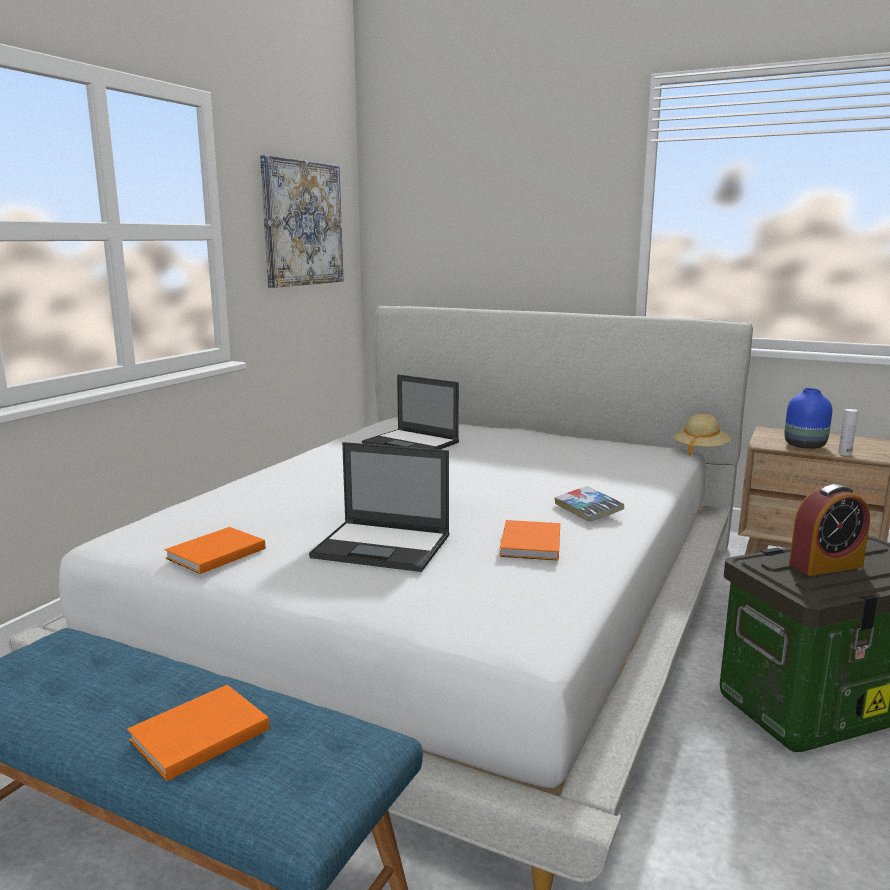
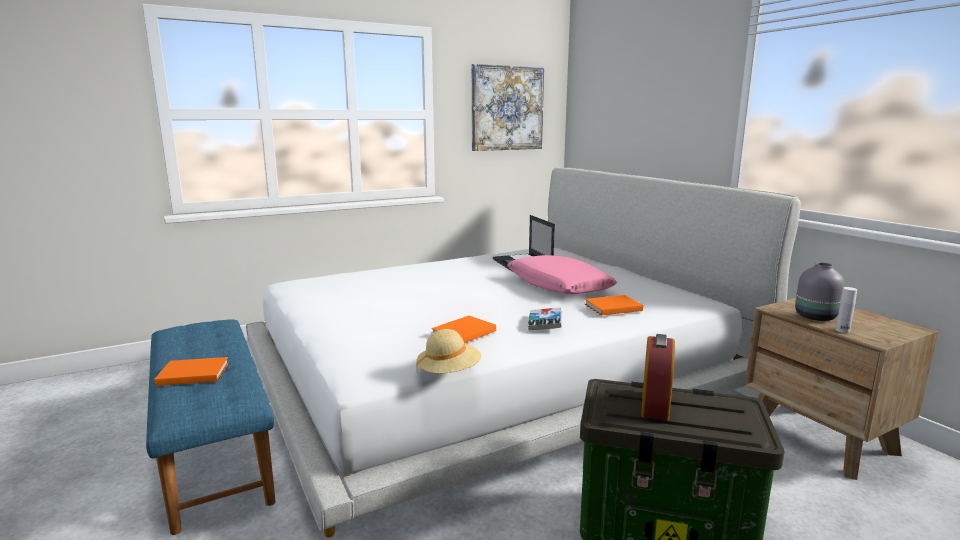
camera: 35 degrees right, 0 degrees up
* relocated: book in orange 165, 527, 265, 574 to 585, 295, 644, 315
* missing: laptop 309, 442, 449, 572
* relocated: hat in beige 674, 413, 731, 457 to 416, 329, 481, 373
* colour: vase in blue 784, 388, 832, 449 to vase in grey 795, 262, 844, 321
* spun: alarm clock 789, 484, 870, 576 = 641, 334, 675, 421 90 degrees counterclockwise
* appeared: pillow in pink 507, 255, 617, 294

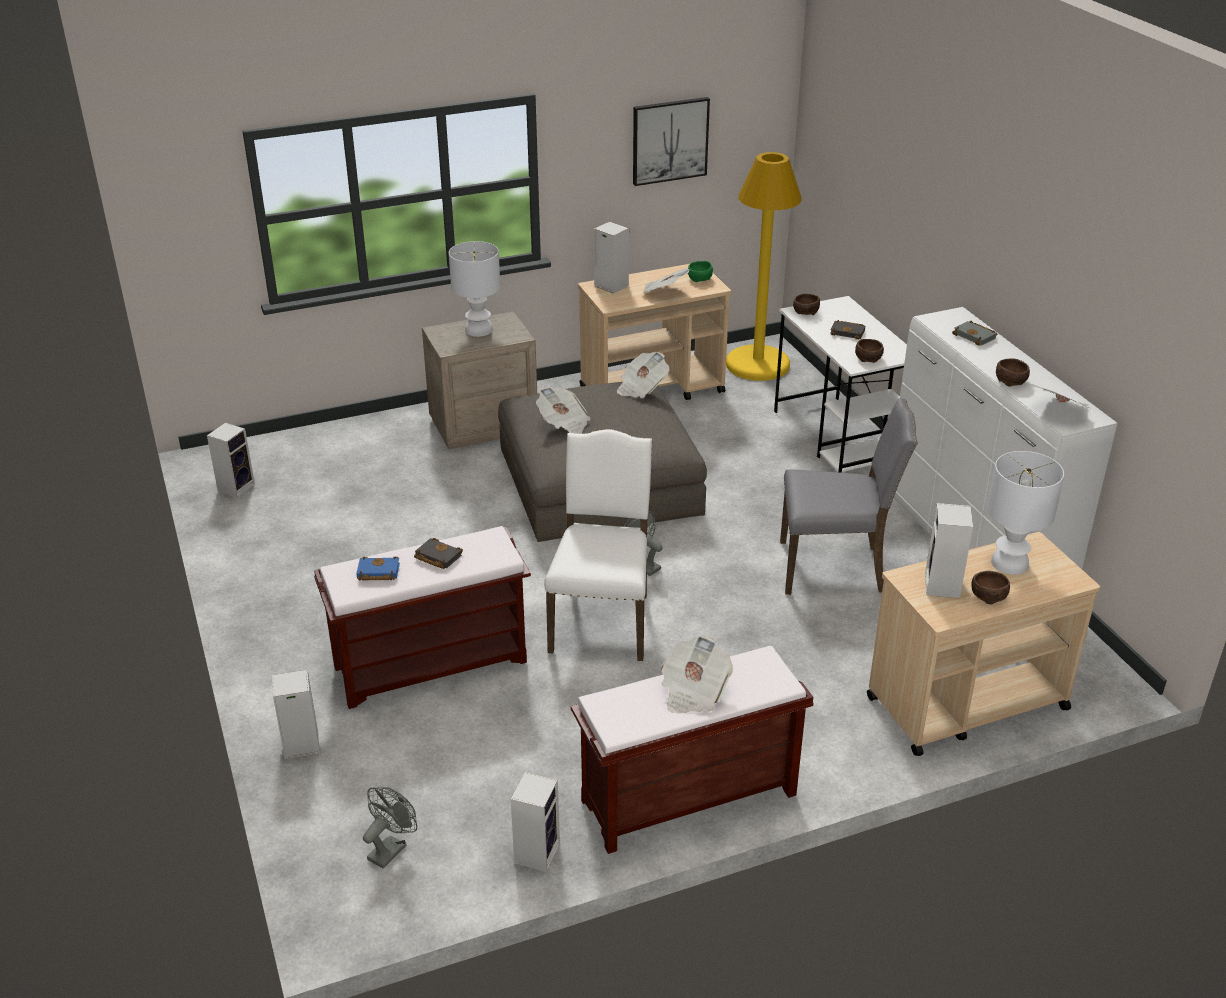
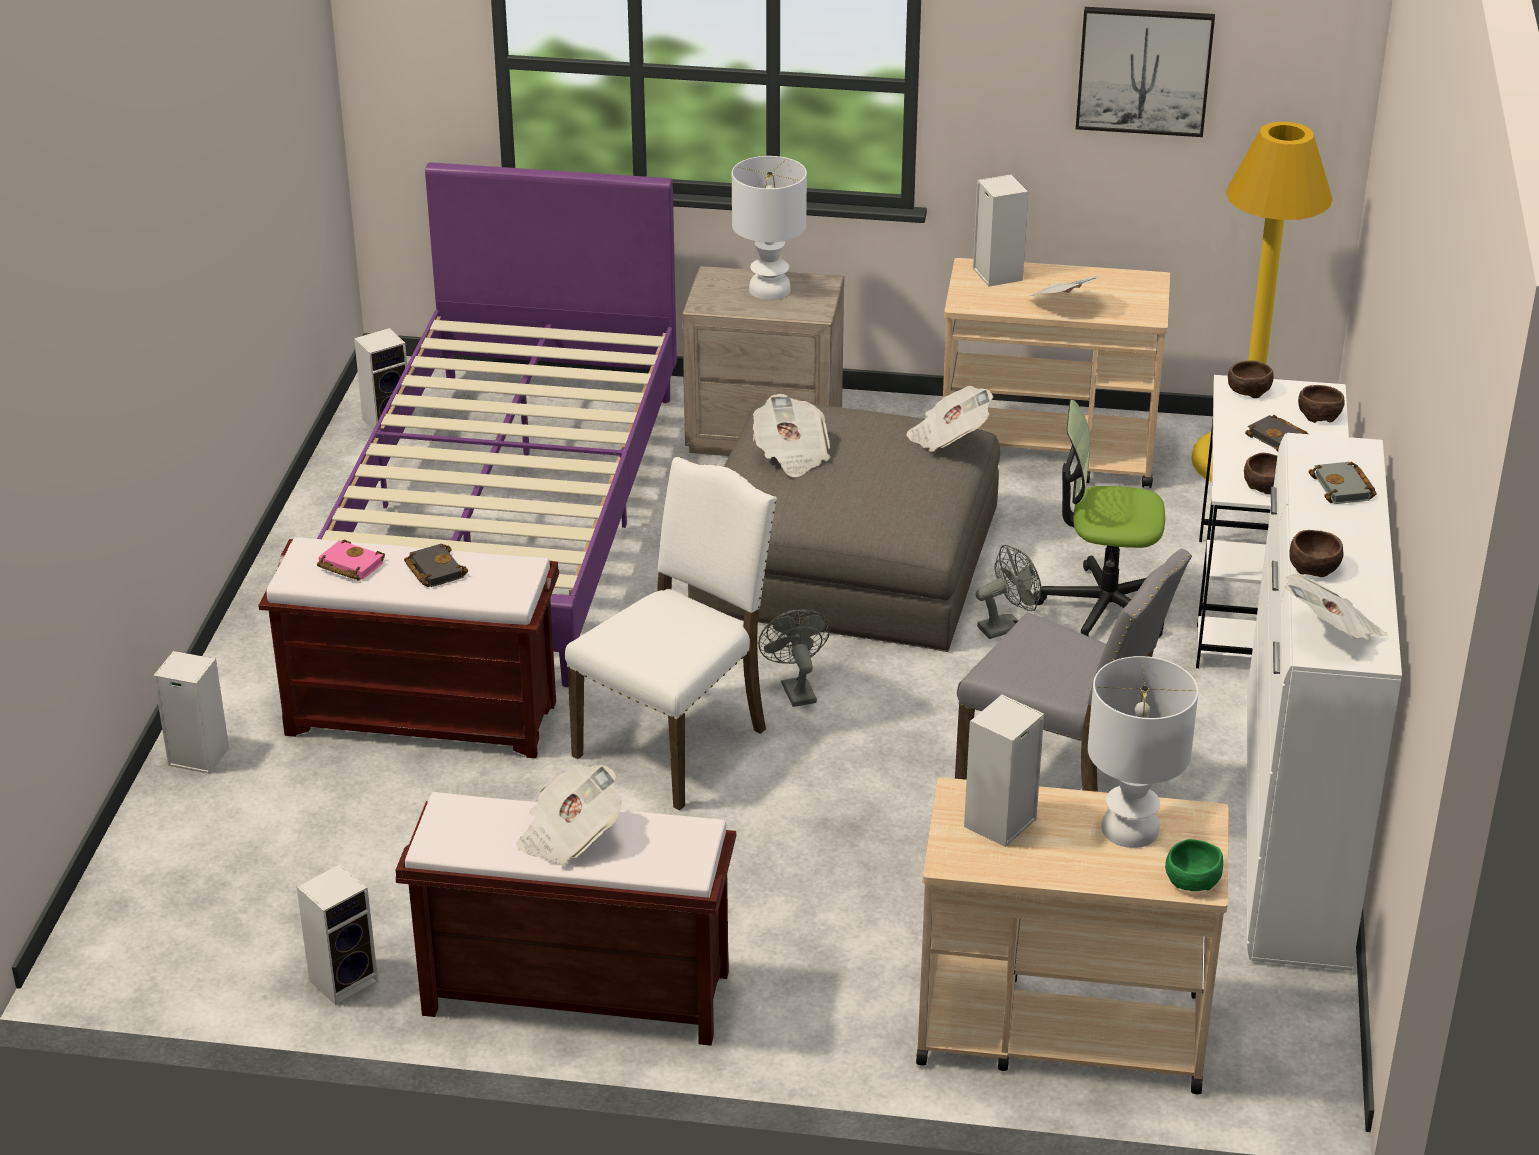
camera: 30 degrees right, 0 degrees up
* colour: book in blue 356, 557, 400, 581 to book in pink 317, 539, 385, 581
* relocated: fan in grey 363, 787, 417, 868 to 976, 545, 1041, 639
* relocated: bowl in green 688, 261, 713, 282 to 1165, 839, 1223, 891
* relocated: bowl in brown 971, 571, 1010, 604 to 1298, 385, 1345, 423
* appeared: bed in purple 317, 162, 677, 687
* appeared: office chair 1033, 400, 1165, 638

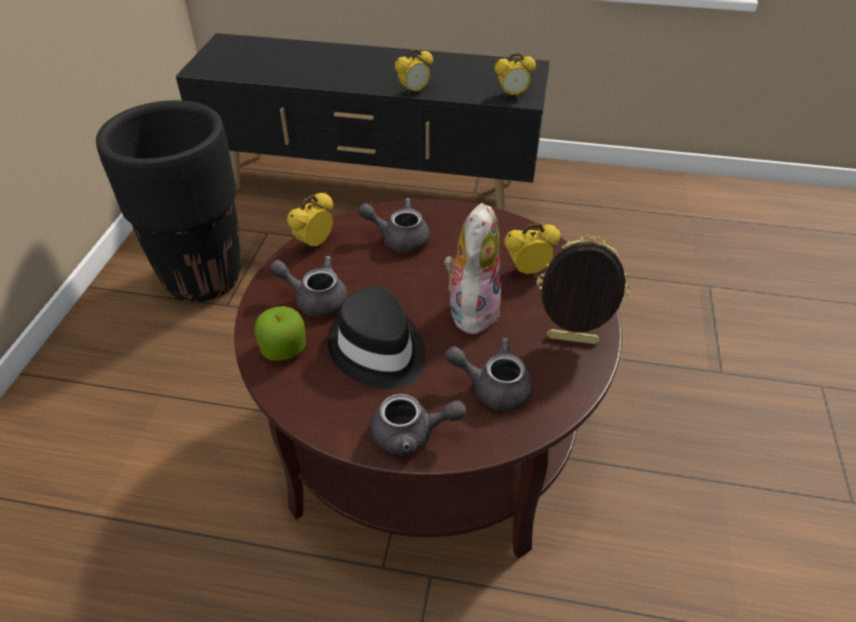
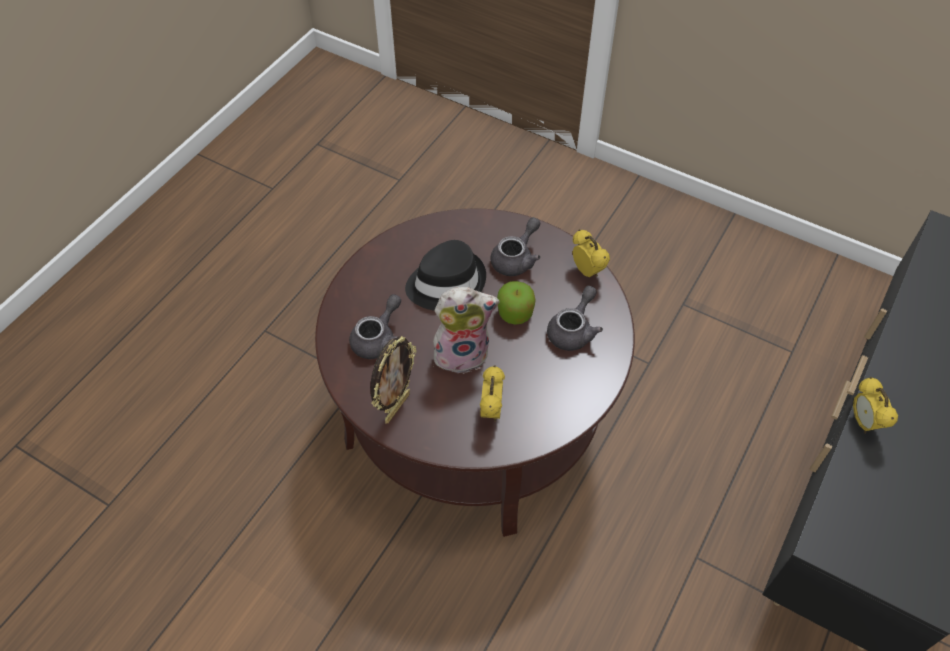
camera: 110 degrees right, 10 degrees up
* missing: planter in black 96, 100, 241, 302
* relocated: apple 255, 306, 306, 361 to 497, 281, 536, 325
* missing: teapot in grey 370, 394, 466, 456
* spun: plush toy 444, 203, 501, 335 = 433, 287, 500, 375 45 degrees counterclockwise
* missing: alarm clock 495, 53, 536, 98

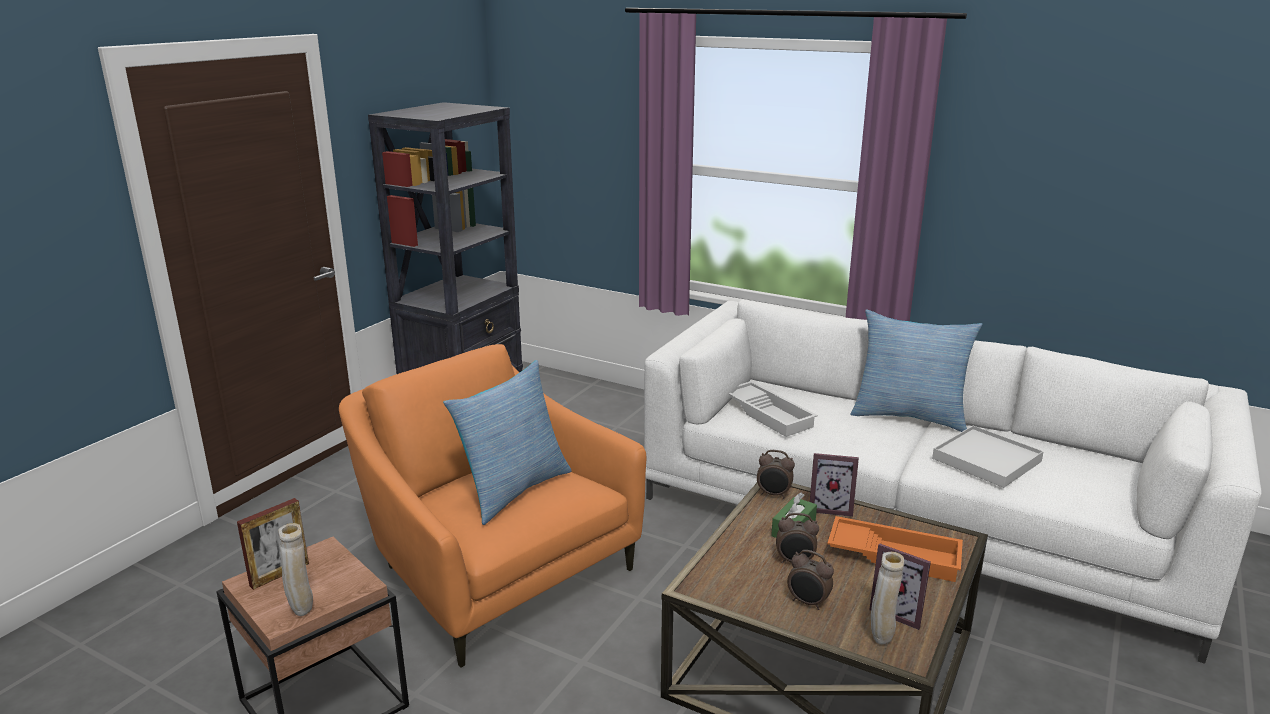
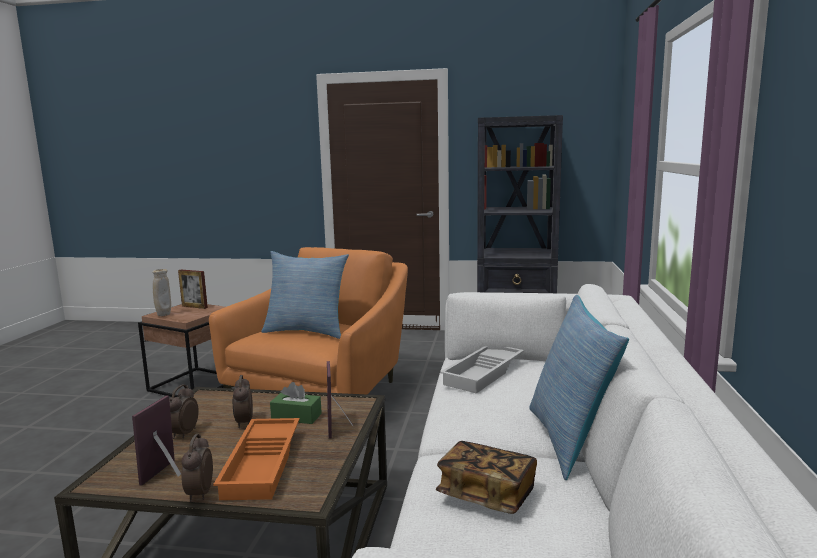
camera: 70 degrees right, 10 degrees down
* relocated: alarm clock 757, 450, 795, 498 to 181, 434, 213, 502
* missing: vase in beige 871, 552, 904, 645
* exchanged: tray in white 932, 425, 1044, 488 to book 436, 441, 537, 514

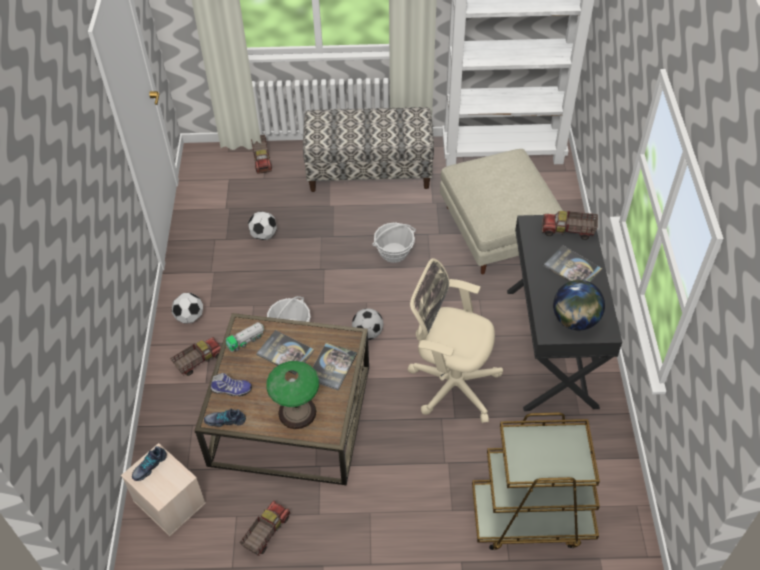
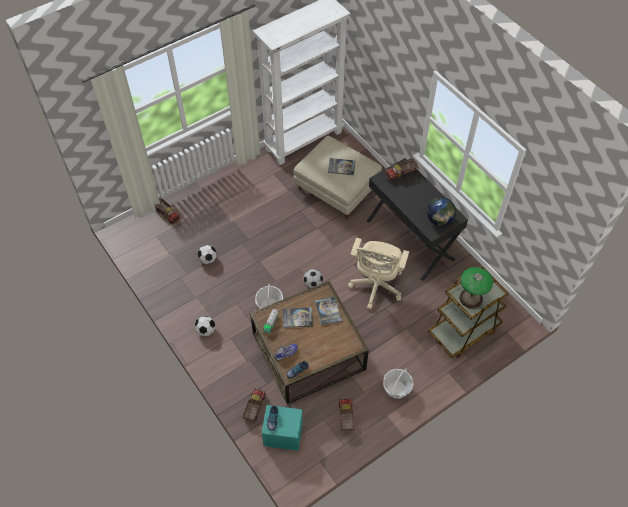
camera: 35 degrees left, 5 degrees up
* colour: storage box in beige 121, 443, 206, 536 to storage box in turquoise 261, 405, 303, 451
* relocated: toy truck 170, 337, 221, 376 to 242, 388, 266, 422
* relocated: table lamp 266, 361, 319, 429 to 459, 267, 493, 308
* missing: bench 303, 107, 434, 192
* relocated: basket 372, 222, 416, 263 to 383, 368, 413, 399
* spun: office chair in beige 407, 258, 503, 423 = 348, 238, 409, 309 60 degrees counterclockwise
* relocated: book 543, 245, 602, 282 to 328, 158, 356, 175

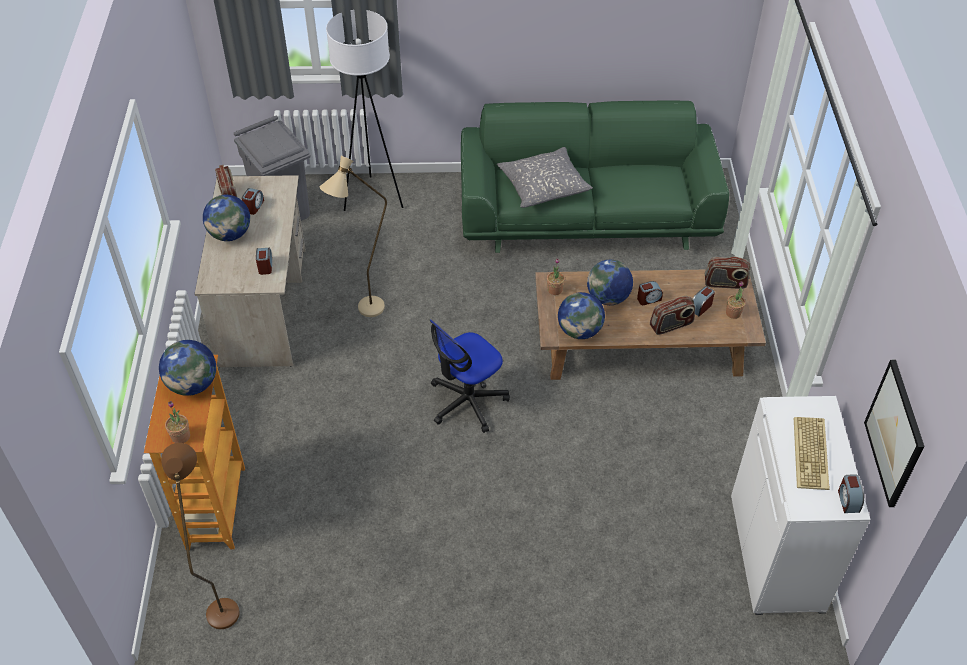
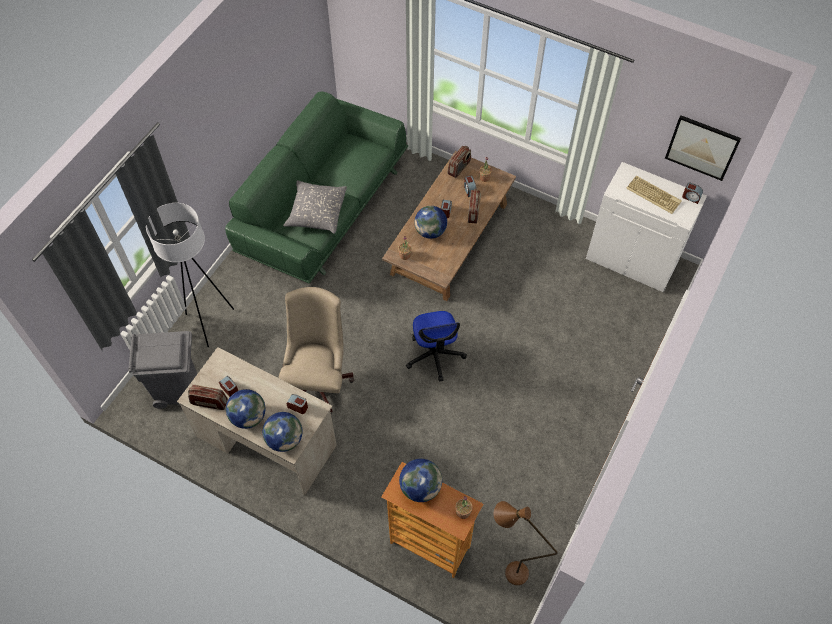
camera: 60 degrees left, 10 degrees up
* exchanged: floor lamp in beige 320, 156, 387, 317 to office chair in beige 278, 287, 354, 413
* relocated: globe 558, 292, 605, 339 to 263, 412, 303, 452

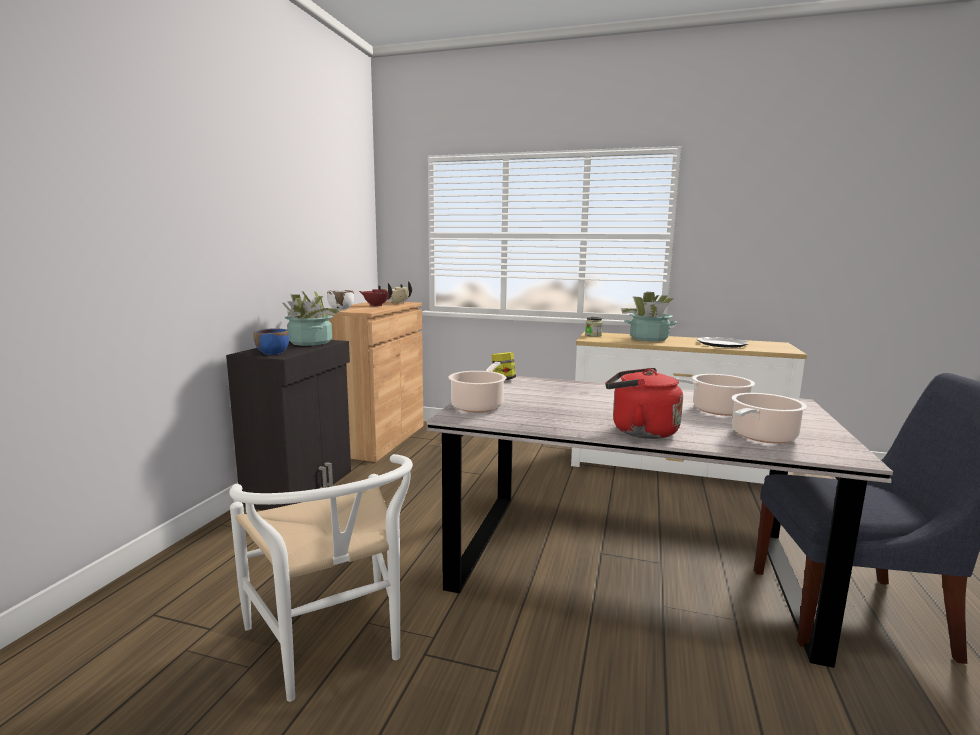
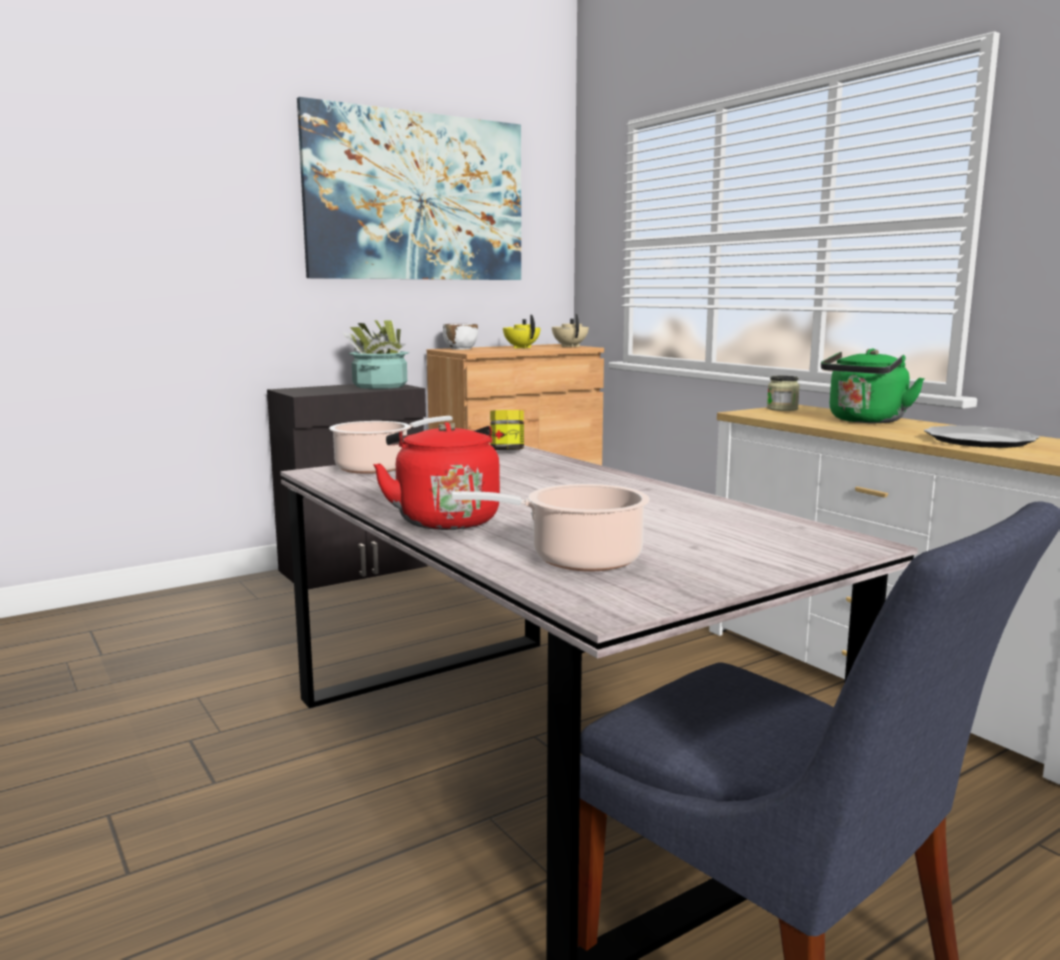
camera: 40 degrees right, 0 degrees up
* missing: chair in white 230, 454, 413, 702
* missing: bowl in blue 254, 329, 289, 355
* colour: teapot in red 359, 283, 392, 306 to teapot in yellow 503, 314, 541, 349
* exchanged: potted plant 621, 292, 677, 341 to kettle in green 821, 349, 925, 423
* missing: cooking pot 675, 374, 755, 416
* appeared: picture 297, 97, 521, 280

